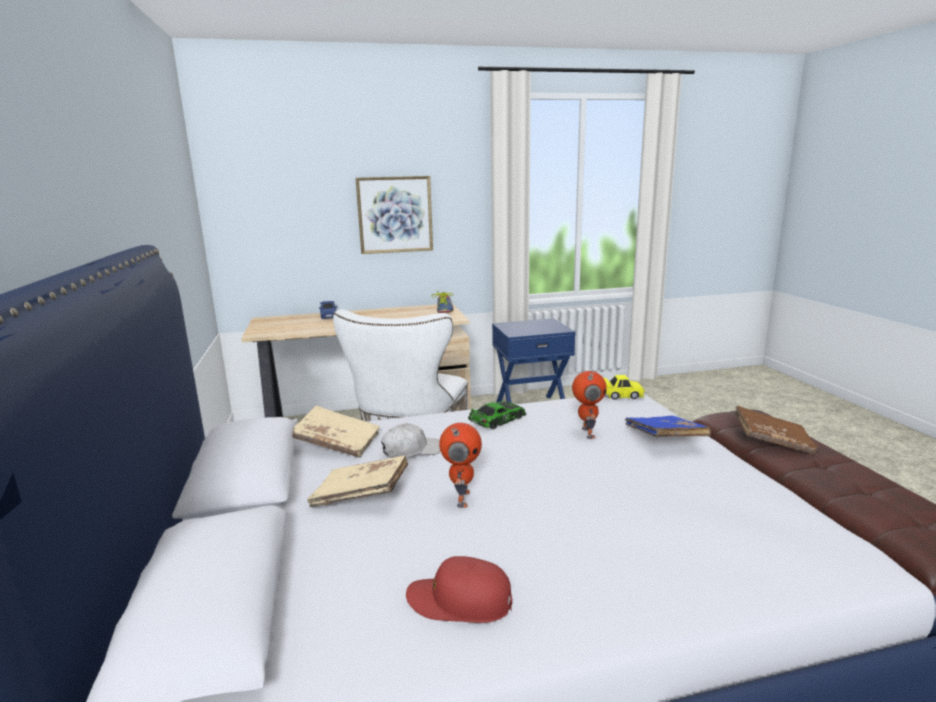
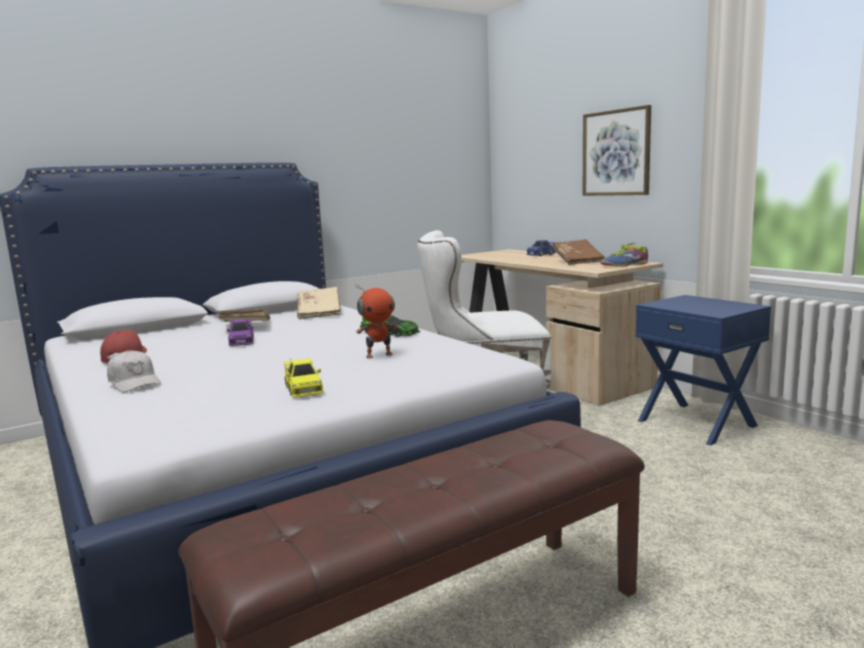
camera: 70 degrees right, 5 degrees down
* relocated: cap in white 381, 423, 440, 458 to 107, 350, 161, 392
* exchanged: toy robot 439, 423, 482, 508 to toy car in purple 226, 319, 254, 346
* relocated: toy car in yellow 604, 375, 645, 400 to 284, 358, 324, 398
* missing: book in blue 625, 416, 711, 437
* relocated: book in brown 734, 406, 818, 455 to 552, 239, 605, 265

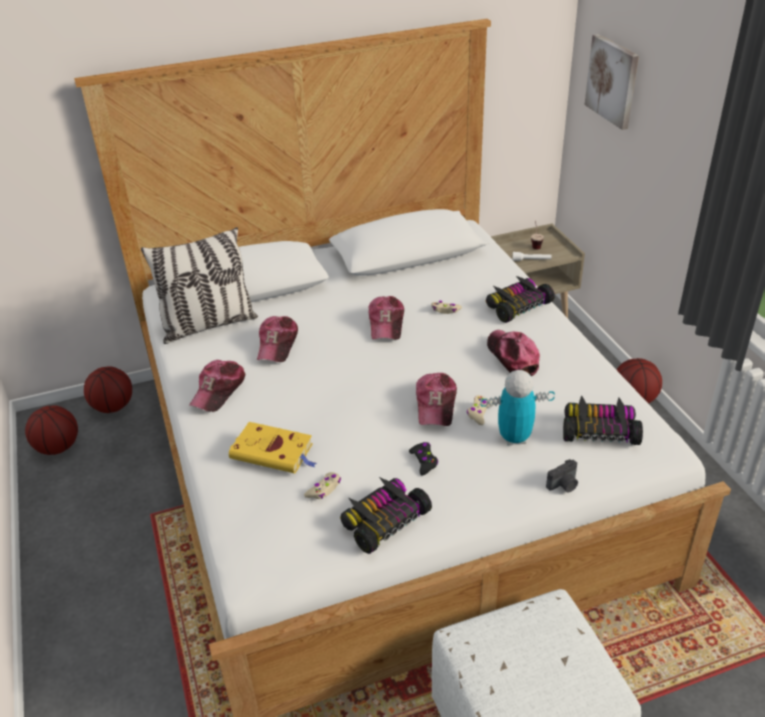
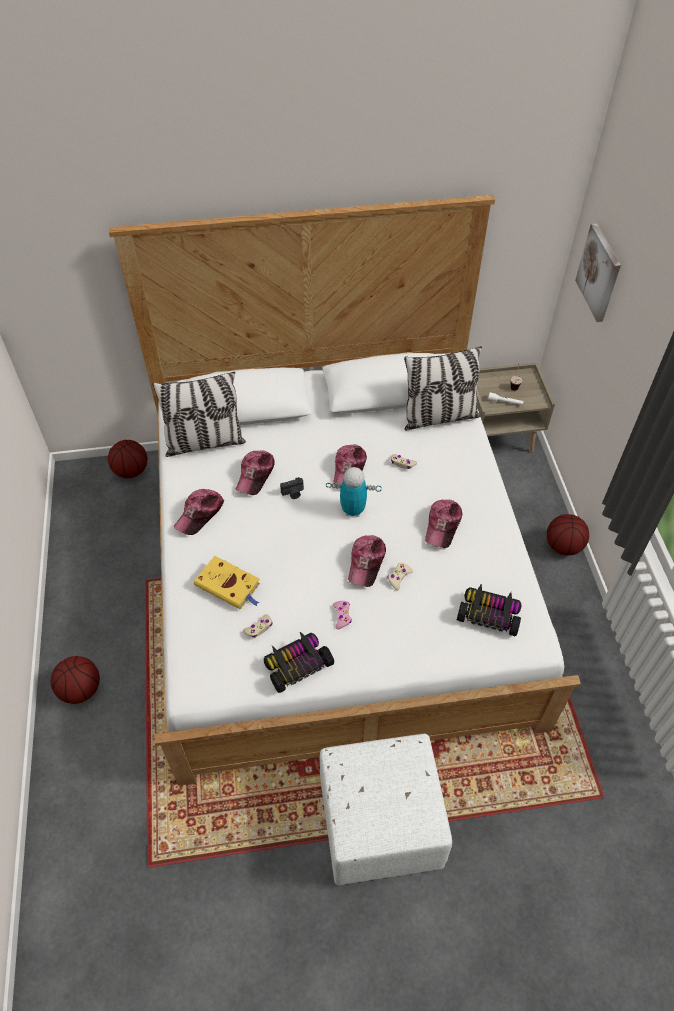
camera: 10 degrees right, 15 degrees up
* relocated: basketball 25, 405, 78, 455 to 51, 656, 100, 704
* colour: game controller in black 409, 442, 438, 476 to game controller in pink 333, 601, 352, 629
* relocated: toy robot 480, 370, 555, 446 to 326, 467, 381, 517
* missing: toy car 485, 276, 555, 323
* spun: cap 487, 330, 540, 376 = 425, 500, 462, 548 150 degrees counterclockwise
* relocated: photo camera 546, 459, 578, 492 to 280, 477, 304, 499
* appeared: pillow 404, 346, 482, 430

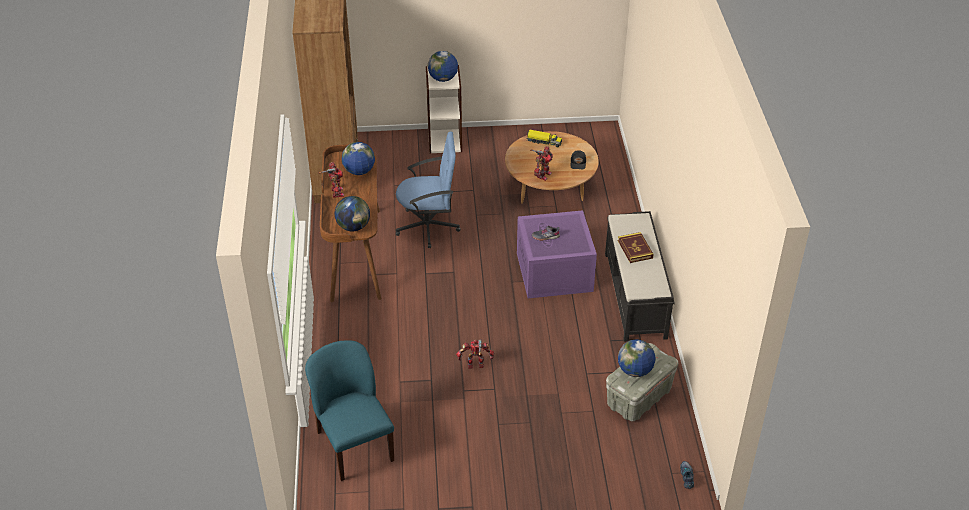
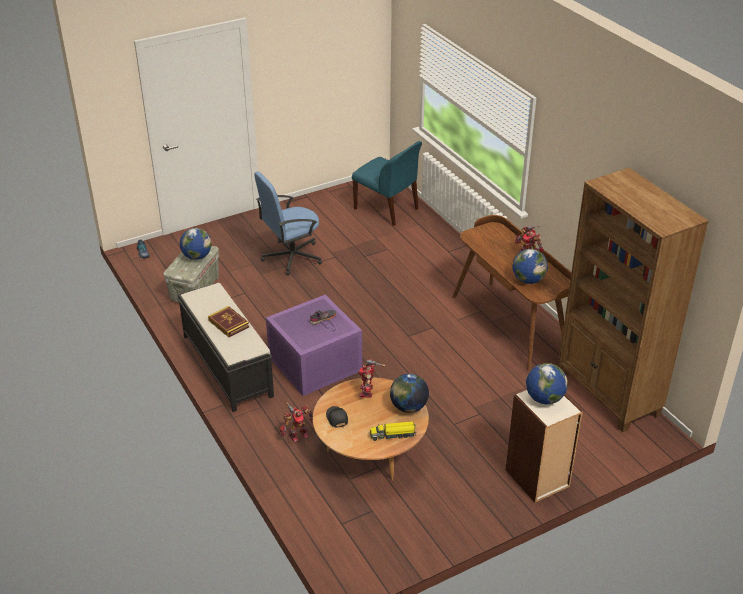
camera: 155 degrees right, 5 degrees down
* relocated: globe 335, 196, 370, 231 to 390, 374, 429, 413
* relocated: office chair in blue 396, 132, 461, 248 to 254, 172, 322, 275
* relocated: toy robot 456, 339, 494, 369 to 280, 402, 313, 443

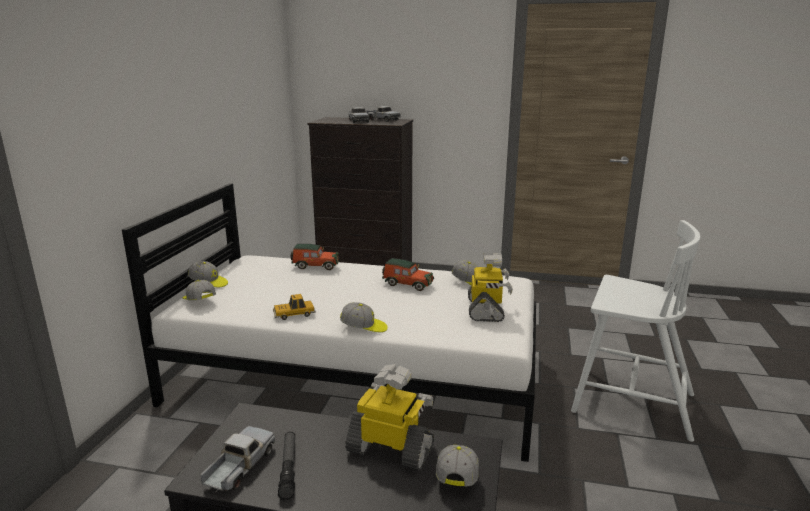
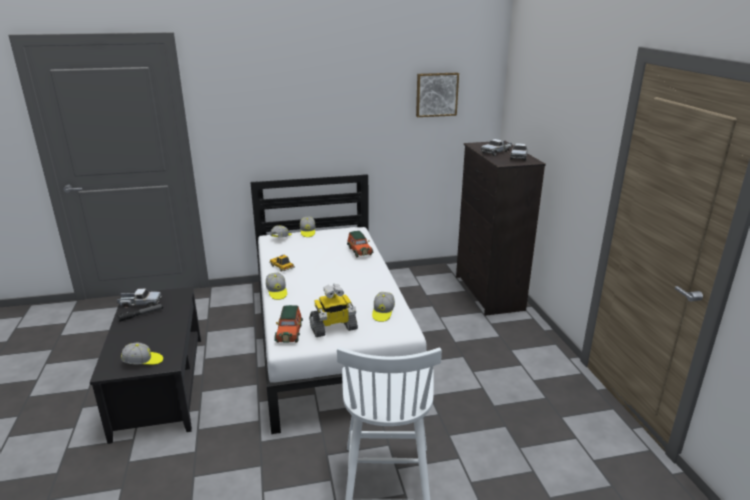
camera: 65 degrees right, 5 degrees up
* missing: toy robot 345, 364, 434, 470
* relocated: toy car 382, 258, 434, 291 to 274, 305, 303, 343
* appeared: picture 416, 73, 459, 117

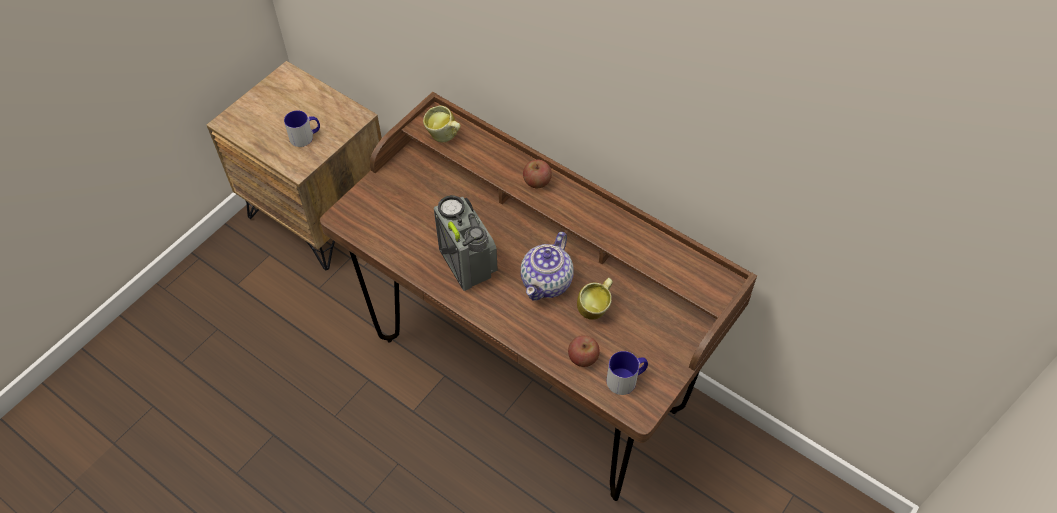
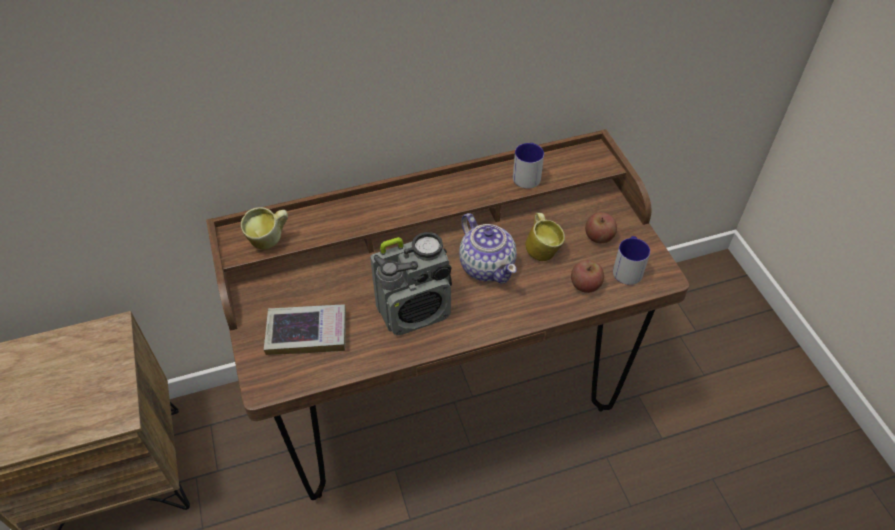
camera: 55 degrees left, 5 degrees down
* relocated: mug 284, 111, 320, 147 to 513, 143, 544, 188
* spun: radio 434, 195, 498, 291 = 370, 232, 452, 336 150 degrees clockwise
* relocated: apple 523, 160, 552, 188 to 585, 212, 617, 243
* appeared: book 264, 304, 346, 355

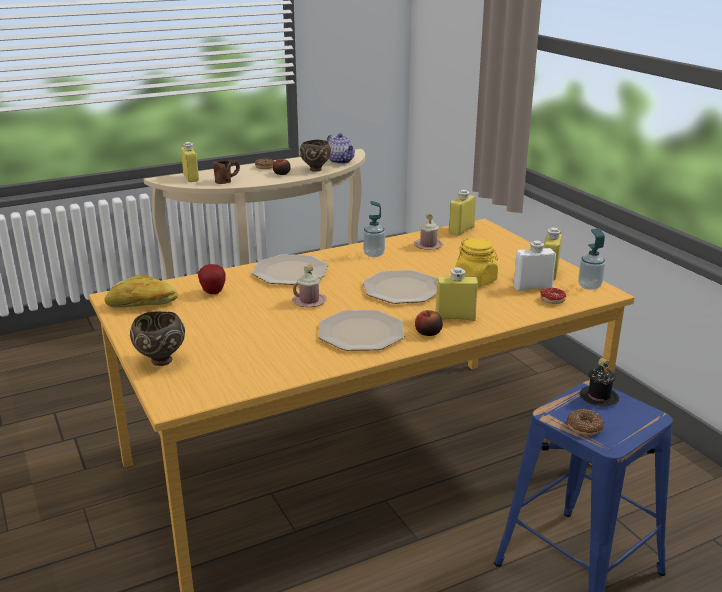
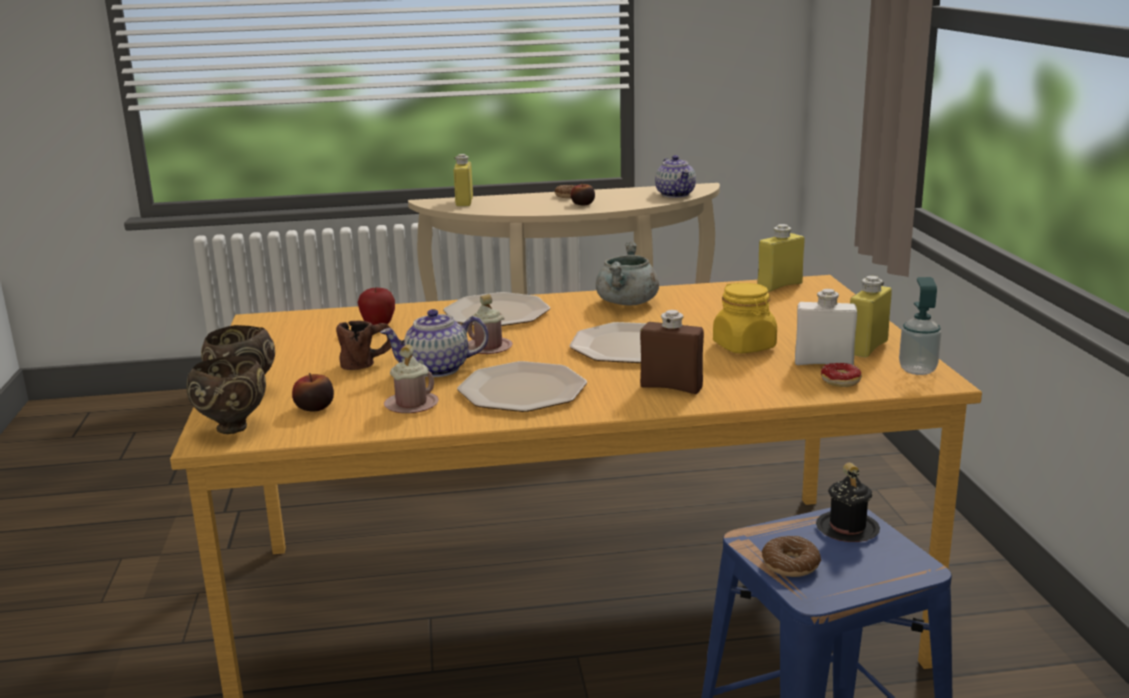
camera: 20 degrees right, 5 degrees down
* missing: bread 105, 274, 178, 308
* relocated: mug in brown 213, 160, 240, 184 to 336, 321, 391, 370
* relocated: bowl in brown 300, 140, 331, 172 to 186, 356, 266, 434
* exchanged: soap dispenser 363, 201, 385, 257 to cooking pot in grey 596, 241, 659, 305
* relocated: mug in pink 414, 213, 443, 250 to 384, 345, 439, 413
* relocated: apple 415, 310, 443, 336 to 292, 373, 334, 411
* colour: bottle in yellow 435, 267, 478, 321 to bottle in brown 640, 310, 704, 394
* appeared: teapot 380, 309, 488, 377

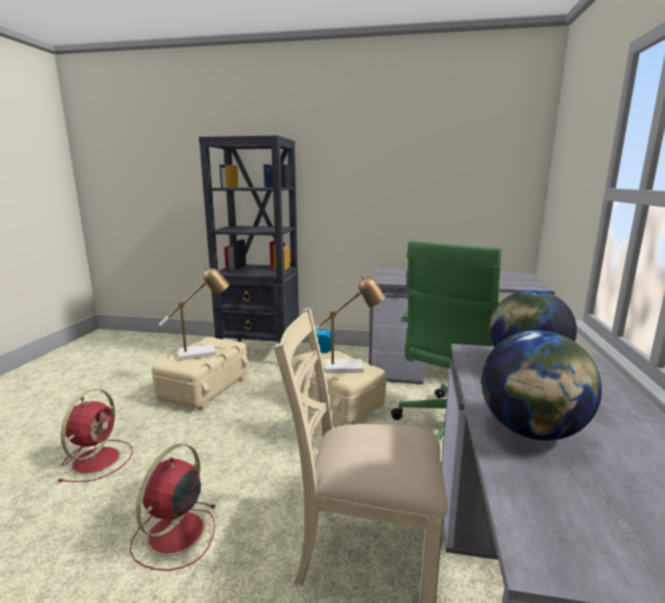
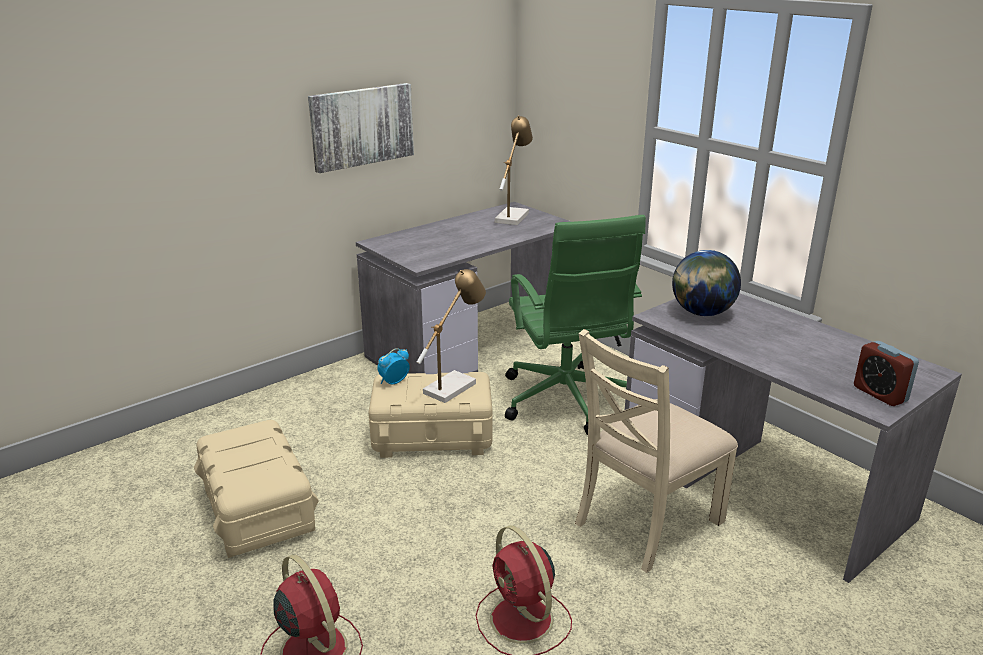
camera: 50 degrees left, 10 degrees up
* relocated: table lamp 159, 267, 230, 360 to 495, 115, 533, 225
* missing: bookcase in black 199, 135, 299, 344
* missing: globe 481, 330, 602, 440
* appeared: picture 308, 83, 414, 173
* appeared: alarm clock 854, 341, 919, 406

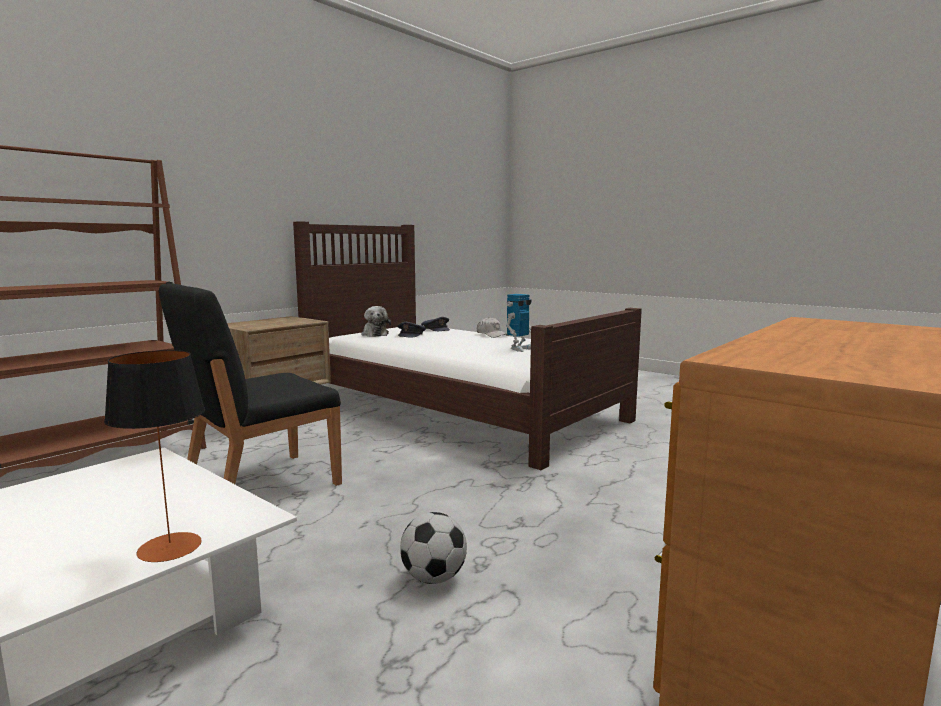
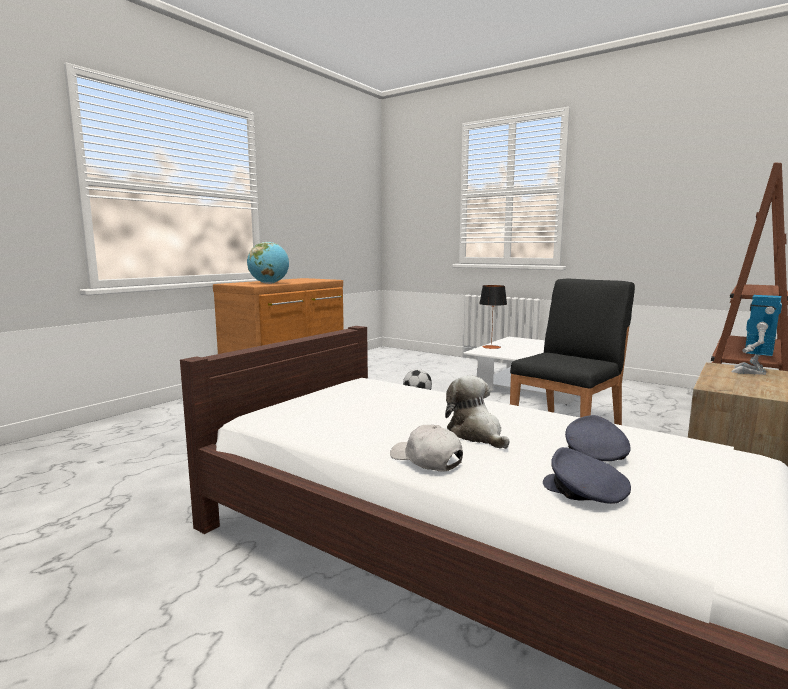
camera: 175 degrees right, 0 degrees up
* relocated: plush toy 362, 306, 391, 337 to 445, 376, 510, 449
* relocated: toy robot 506, 294, 532, 352 to 731, 295, 782, 375
* appeared: globe 247, 242, 289, 284

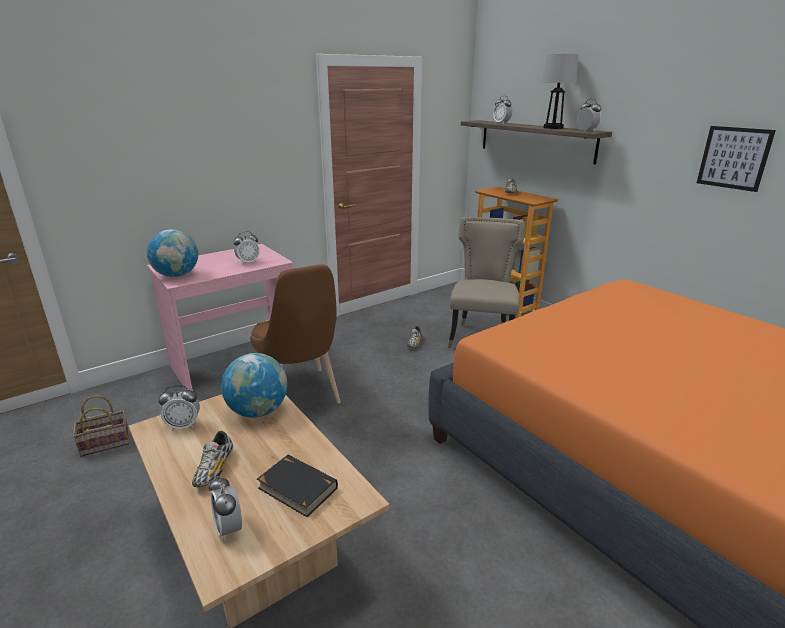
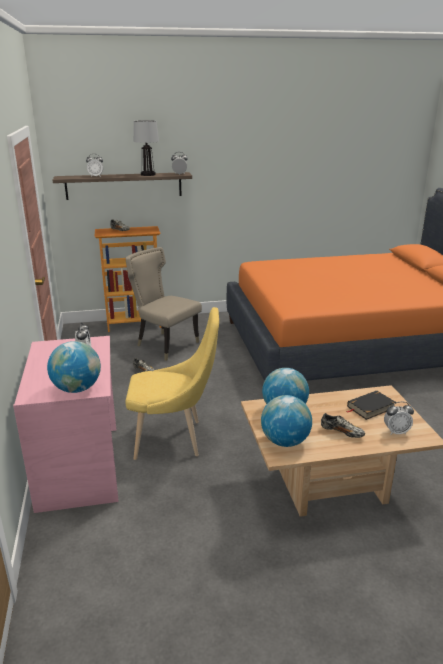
camera: 65 degrees left, 0 degrees up
* missing: basket 73, 395, 130, 457
* exchanged: alarm clock 158, 385, 200, 431 to globe 261, 395, 312, 447
* colour: chair in brown 250, 264, 341, 403 to chair in yellow 125, 307, 219, 460
* missing: picture 697, 126, 776, 192

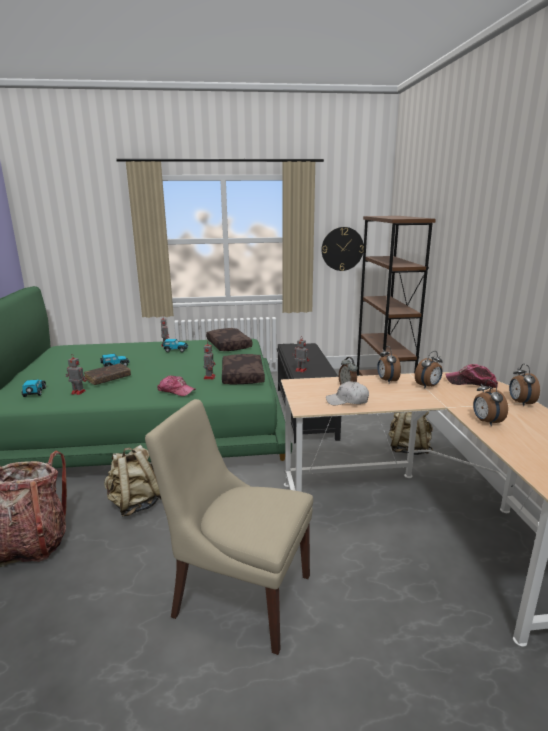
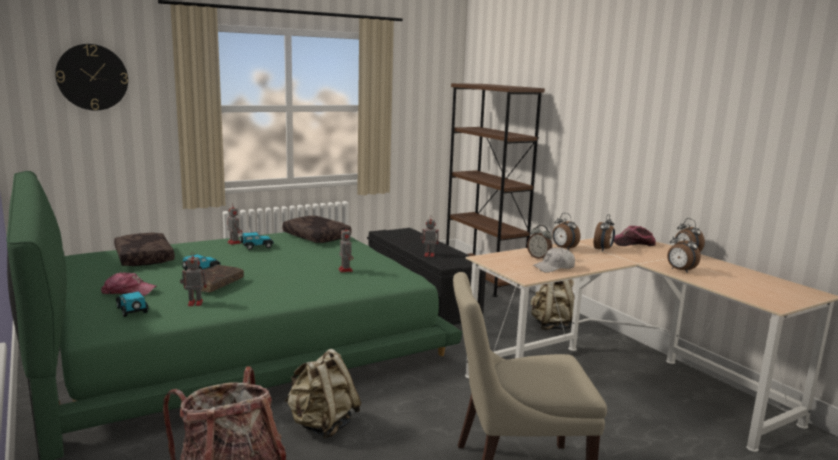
camera: 25 degrees left, 5 degrees down
* relocated: cap 157, 375, 196, 396 to 101, 272, 157, 296
* relocated: pillow in brown 222, 354, 265, 385 to 114, 233, 175, 266
* relocated: wall clock 322, 227, 364, 271 to 55, 44, 128, 111

